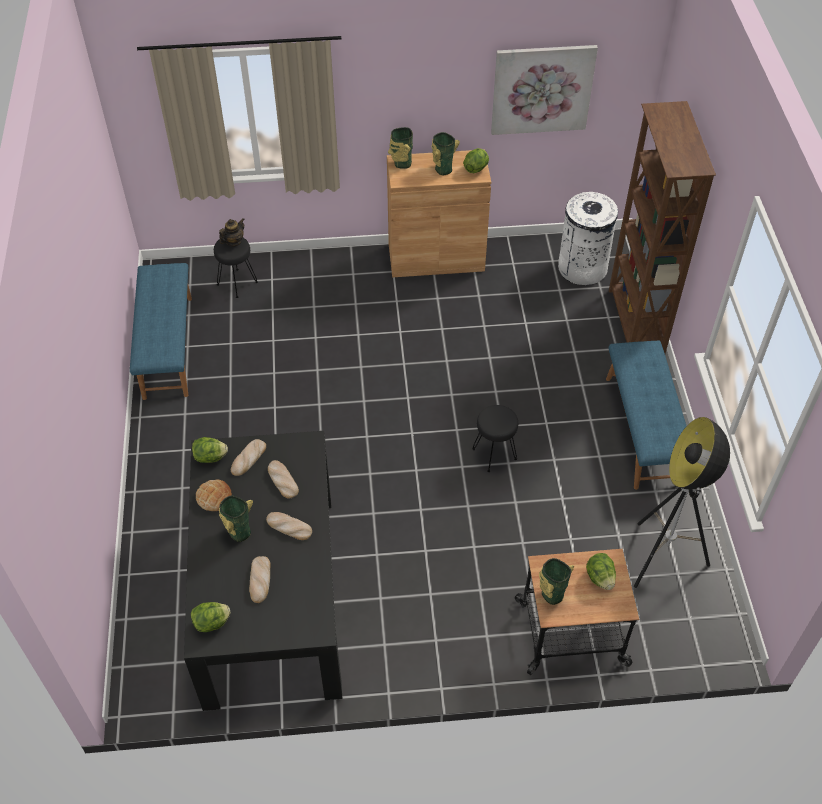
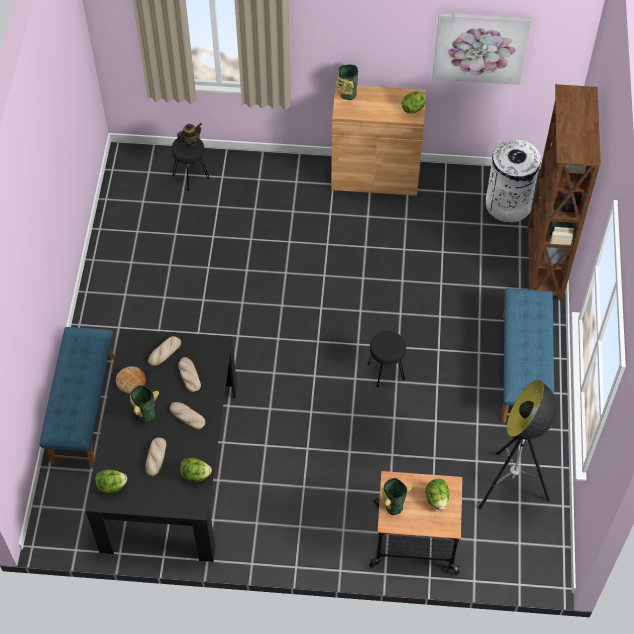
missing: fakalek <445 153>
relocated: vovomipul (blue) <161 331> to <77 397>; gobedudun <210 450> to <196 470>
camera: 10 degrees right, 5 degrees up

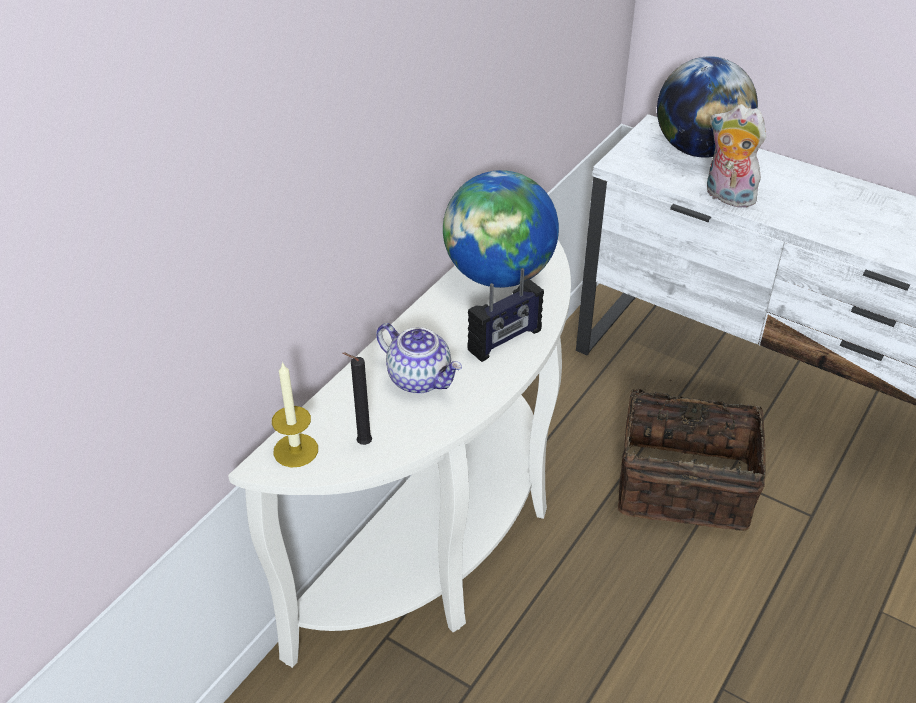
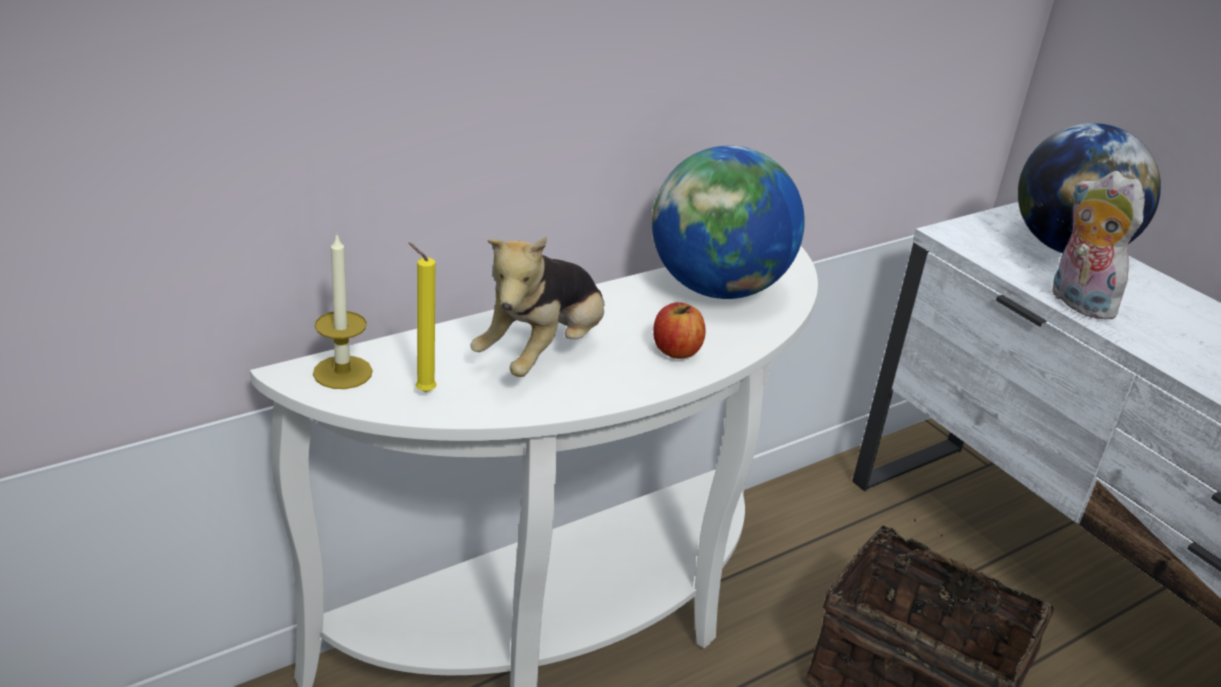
exchanged: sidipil <419 358> to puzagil <537 306>; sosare <506 315> to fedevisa <679 330>
colour: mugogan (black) <357 399> to mugogan (yellow) <422 317>
camera: 20 degrees right, 10 degrees down

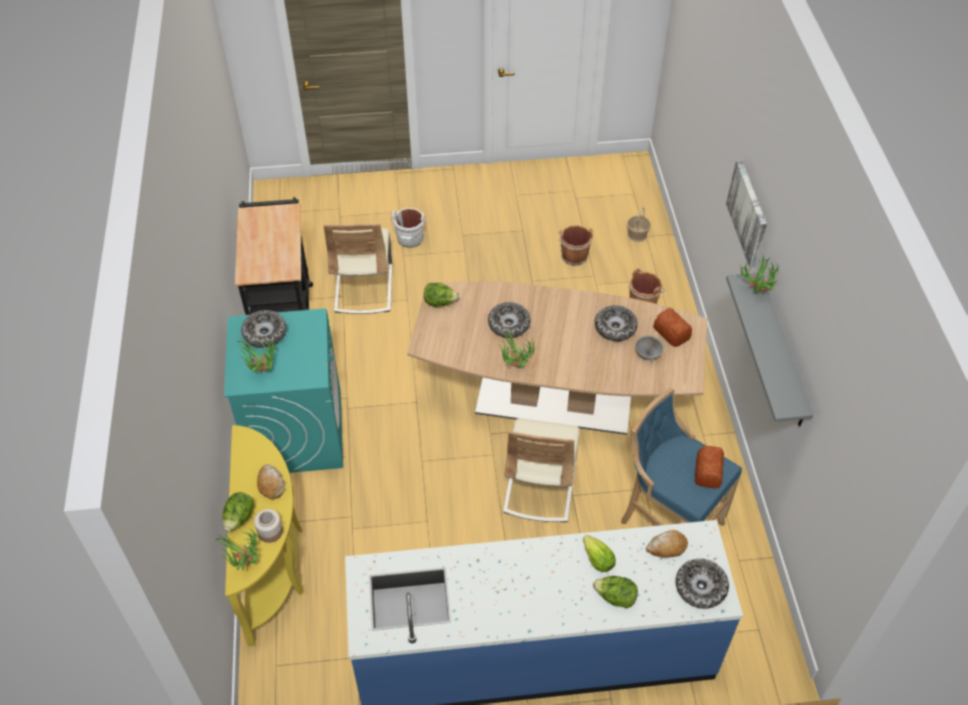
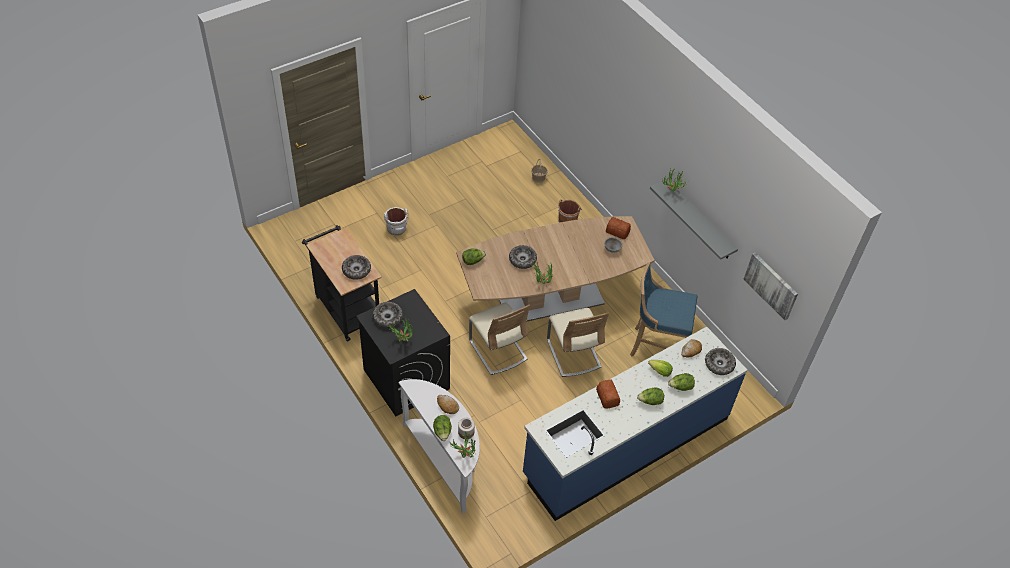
missing: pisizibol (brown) <576 245>
appeared: gobedudun <650 396>
relocated: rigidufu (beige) <358 269> to <499 339>; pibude <616 323> to <356 267>; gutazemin <709 467> to <608 394>; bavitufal <746 214> to <771 286>
colour: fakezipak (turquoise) <283 390> to fakezipak (black) <403 353>; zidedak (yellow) <264 536> to zidedak (white) <439 446>
camera: 30 degrees left, 0 degrees up

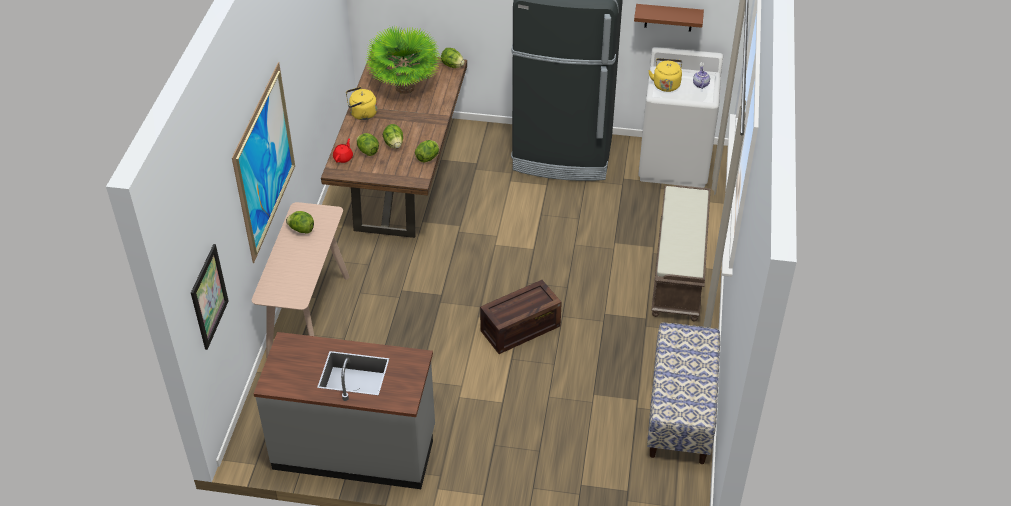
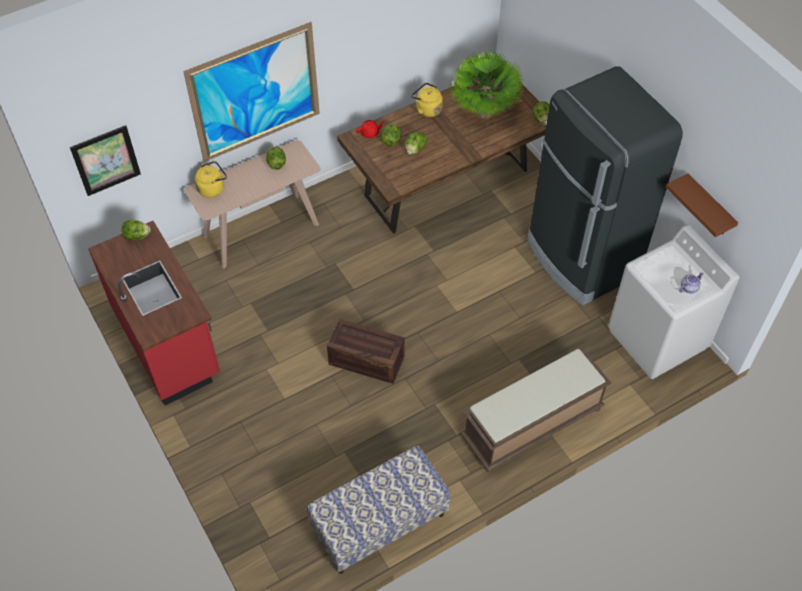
relocated: gobedudun <427 151> to <136 230>; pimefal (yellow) <665 75> to <211 179>
colour: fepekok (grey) <344 410> to fepekok (red) <154 313>
camera: 50 degrees right, 10 degrees up

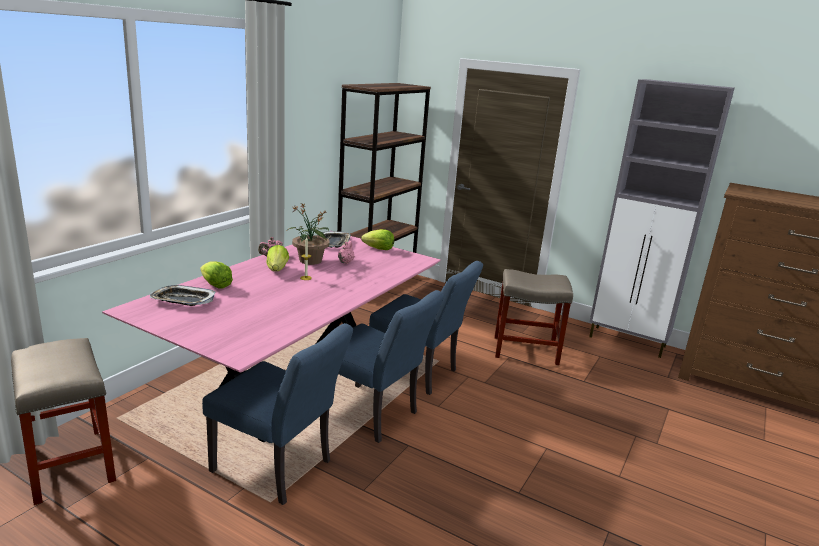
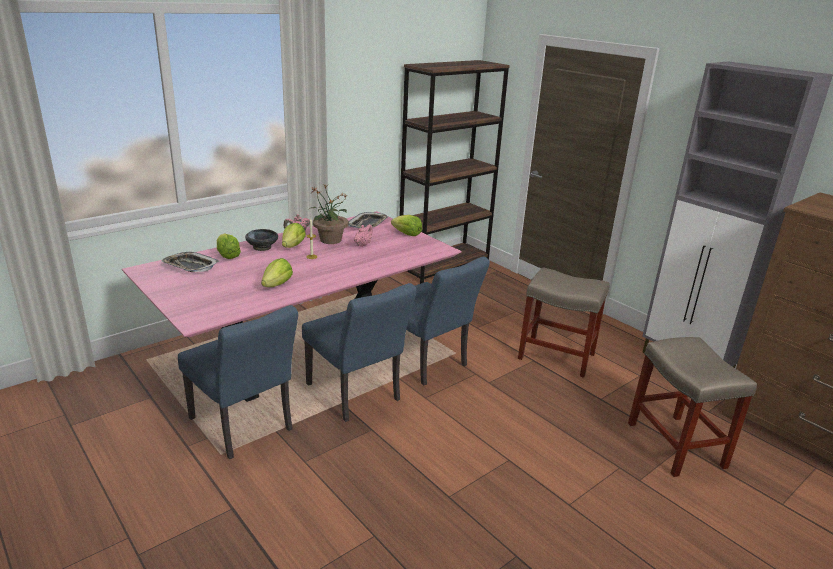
appeared: pibude (black) <261 240>; gobedudun <277 272>
relocated: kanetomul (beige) <63 421> to <692 407>
camera: 20 degrees right, 5 degrees up

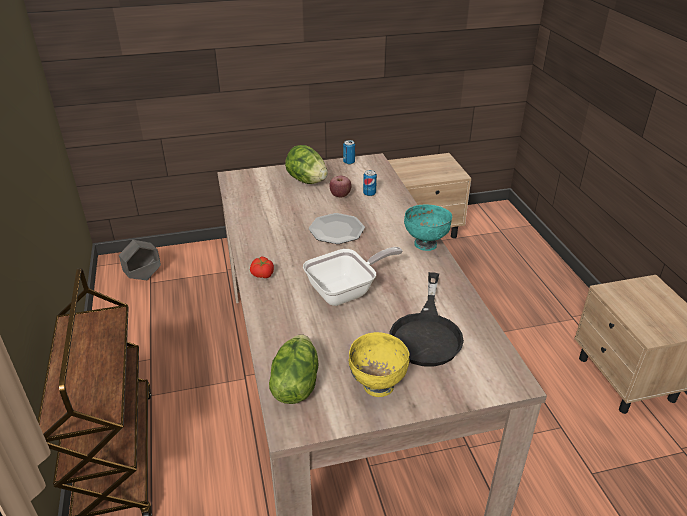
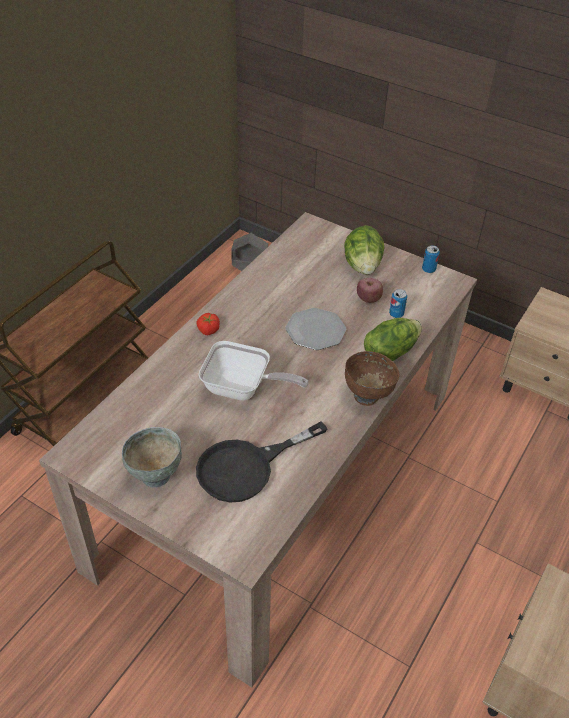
relocated: gobedudun <293 369> to <393 339>
colour: pibude (yellow) <378 364> to pibude (grey) <152 457>; pibude (turquoise) <428 228> to pibude (brown) <372 378>
camera: 45 degrees right, 10 degrees up

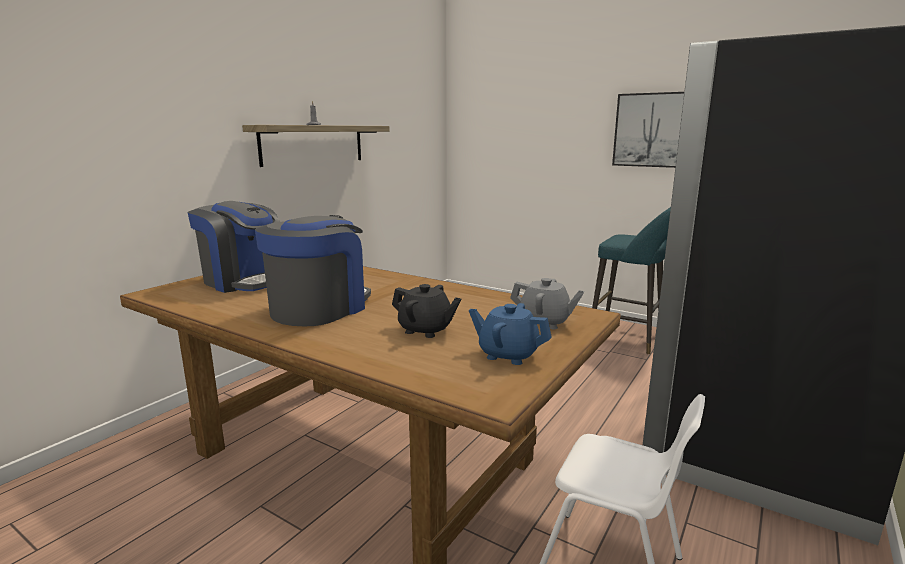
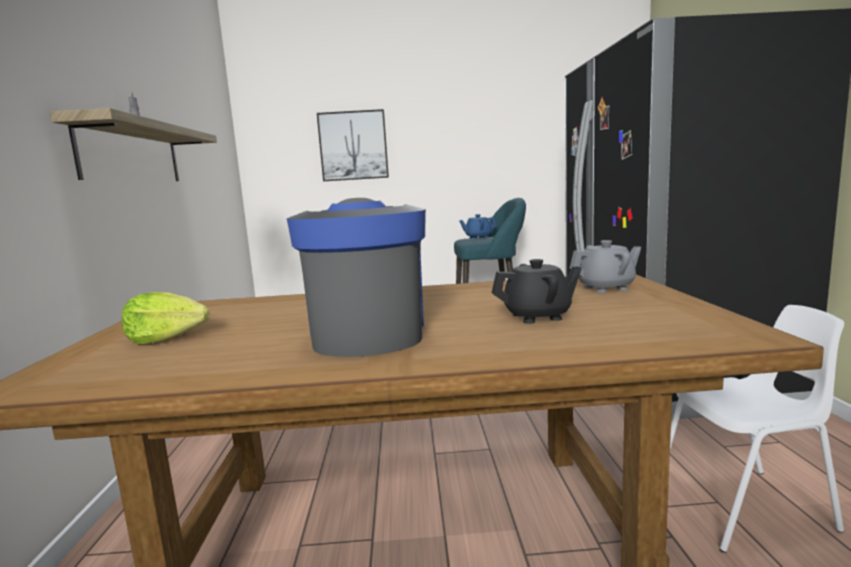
relocated: sidipil (blue) <510 334> to <478 226>; bavitufal <648 130> to <353 145>
exchanged: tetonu <233 247> to gobedudun <166 318>
camera: 35 degrees left, 5 degrees down

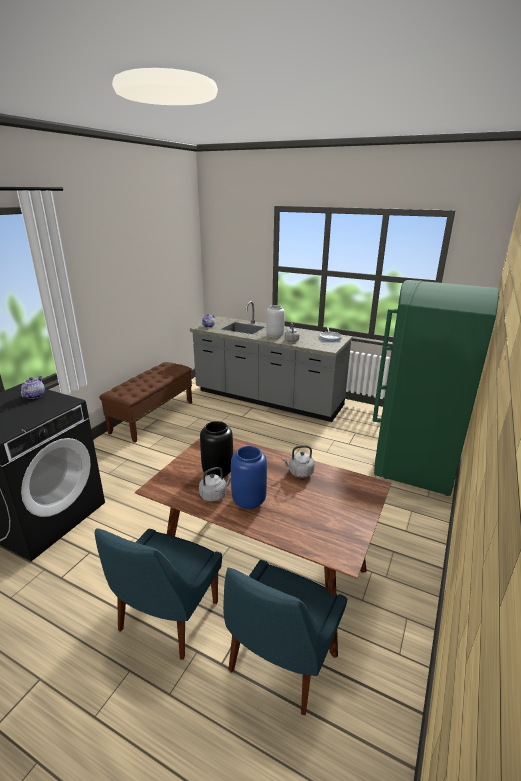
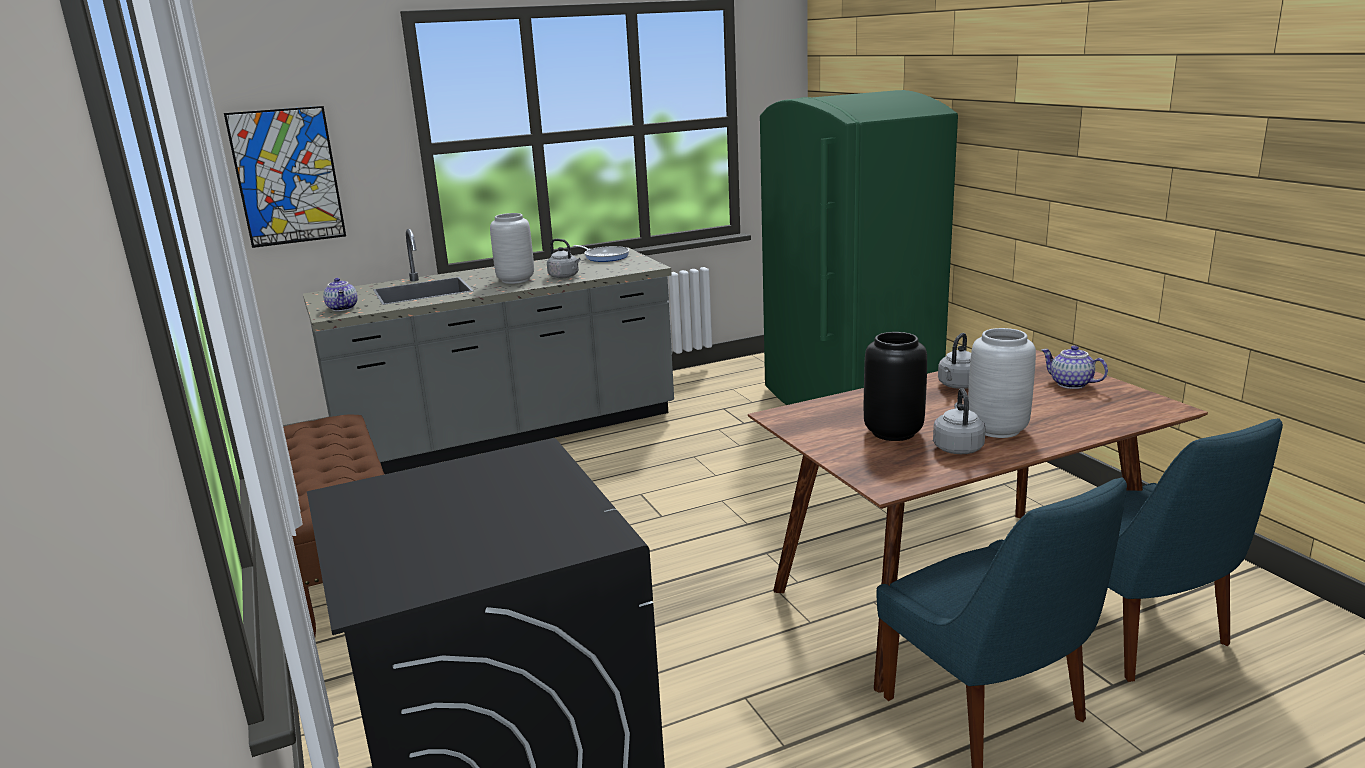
appeared: bavitufal <285 177>
relocated: sidipil <33 387> to <1075 367>
colour: fakalek (blue) <249 477> to fakalek (grey) <1002 383>
camera: 50 degrees left, 5 degrees down

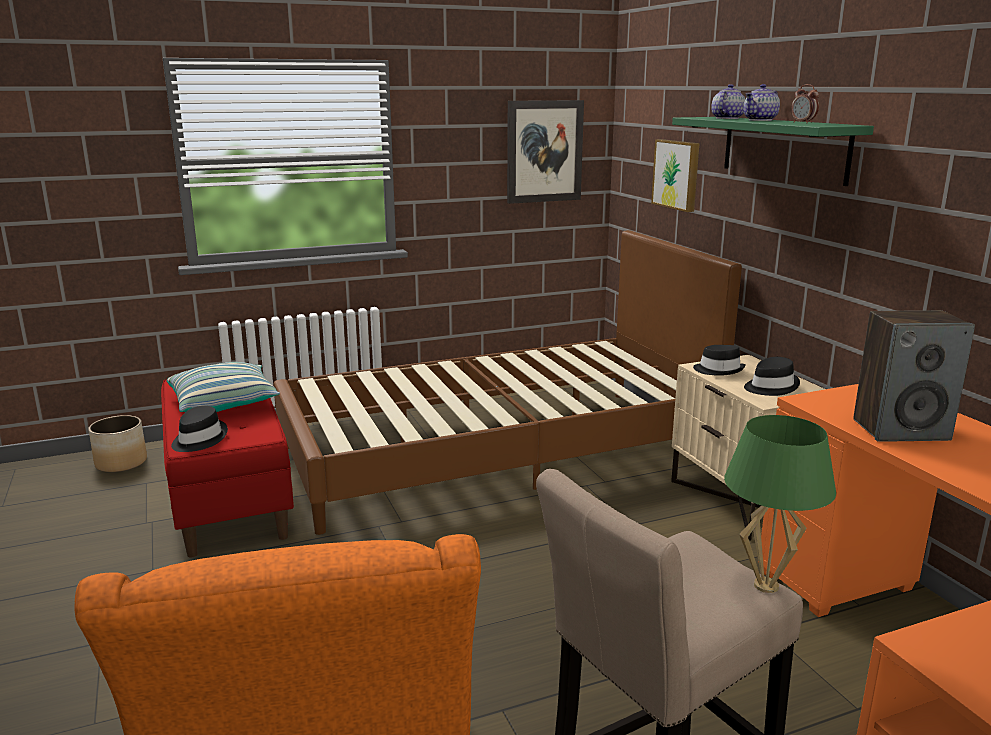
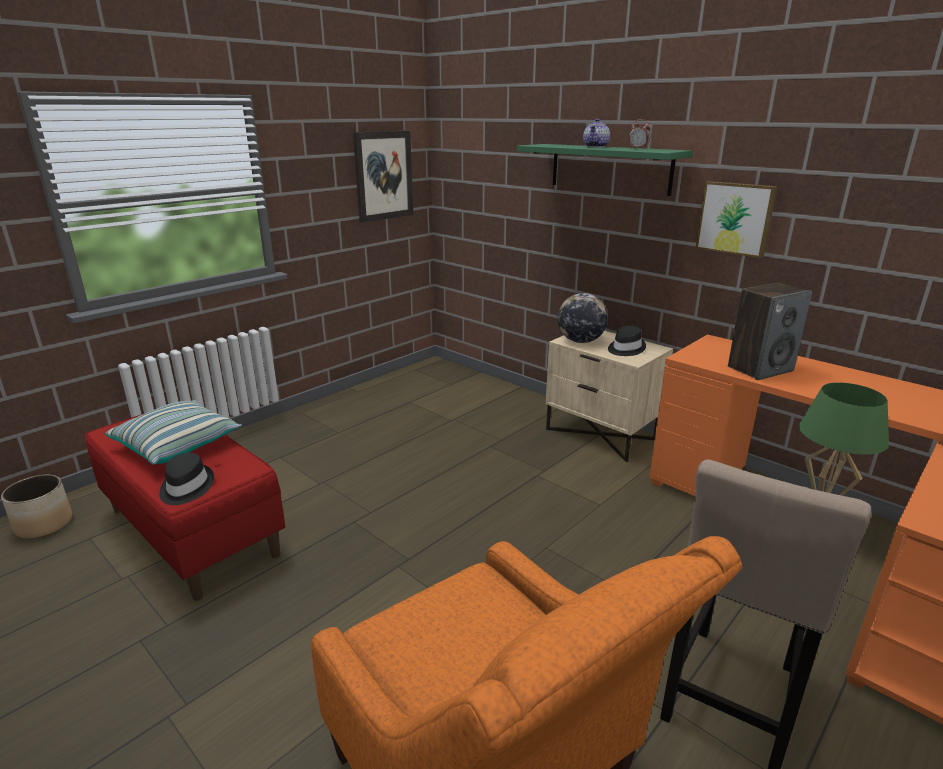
missing: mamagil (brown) <508 382>; sidipil <728 101>
relocated: bavitufal <675 175> to <737 219>
exchanged: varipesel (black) <719 360> to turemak <583 318>
camera: 25 degrees left, 5 degrees up

